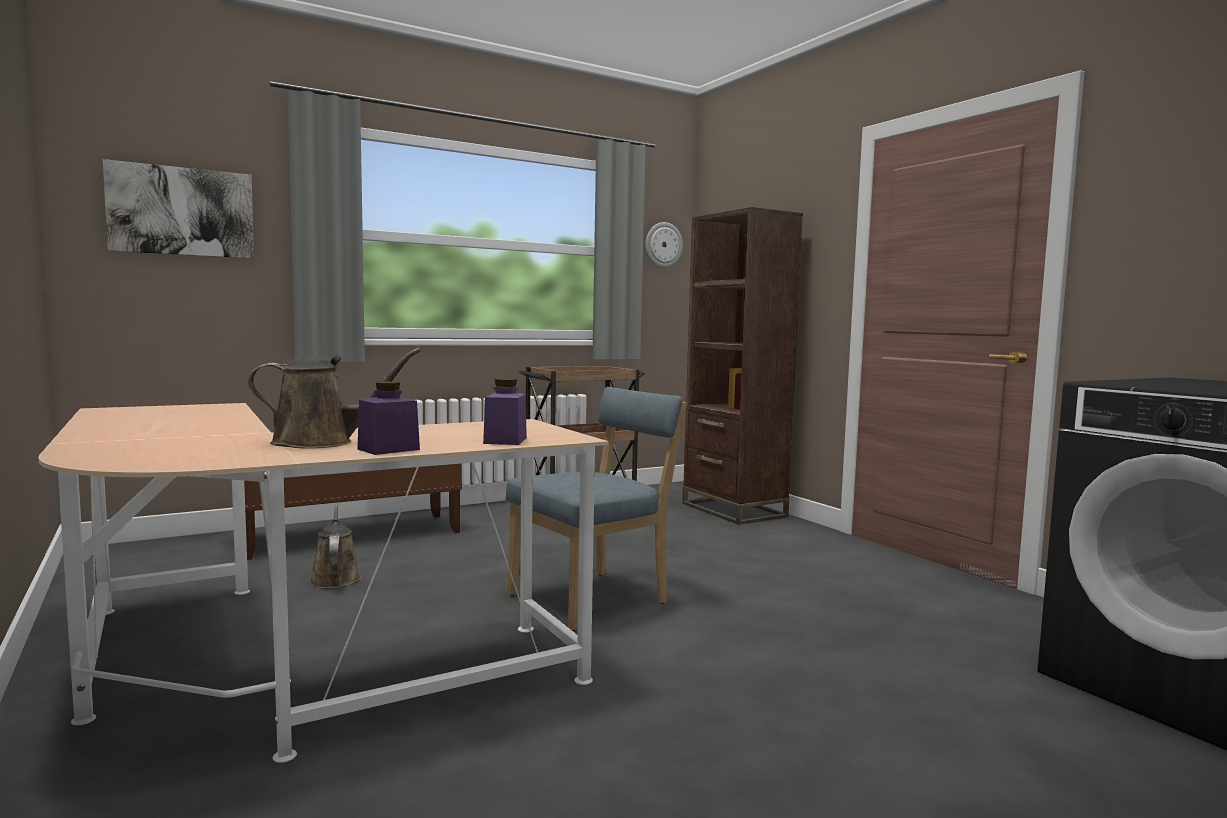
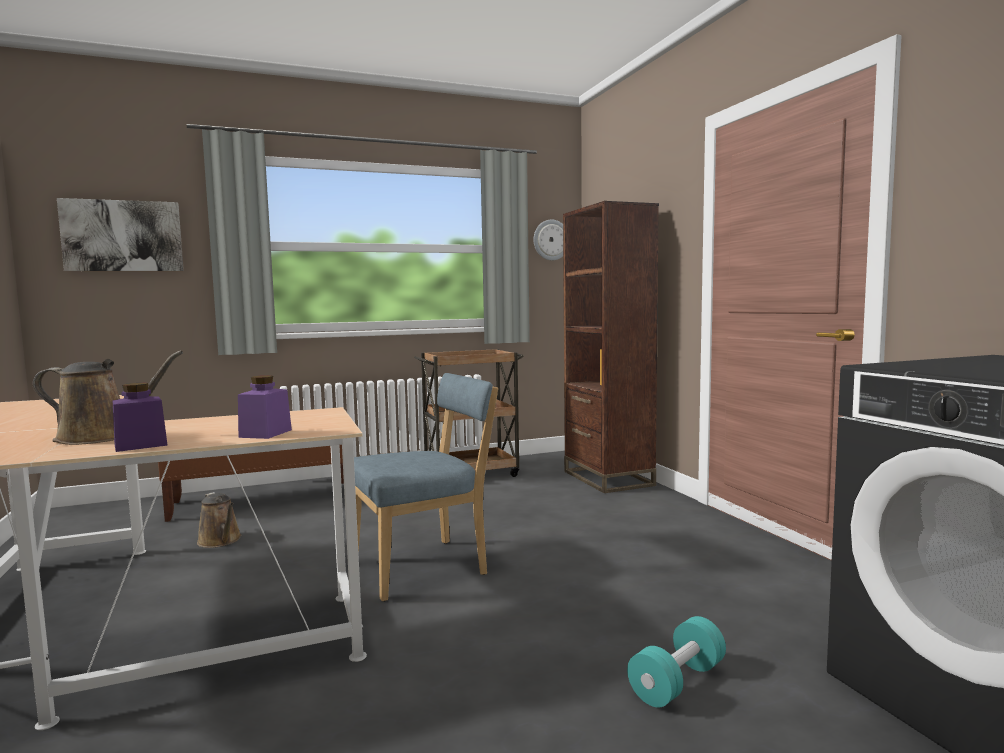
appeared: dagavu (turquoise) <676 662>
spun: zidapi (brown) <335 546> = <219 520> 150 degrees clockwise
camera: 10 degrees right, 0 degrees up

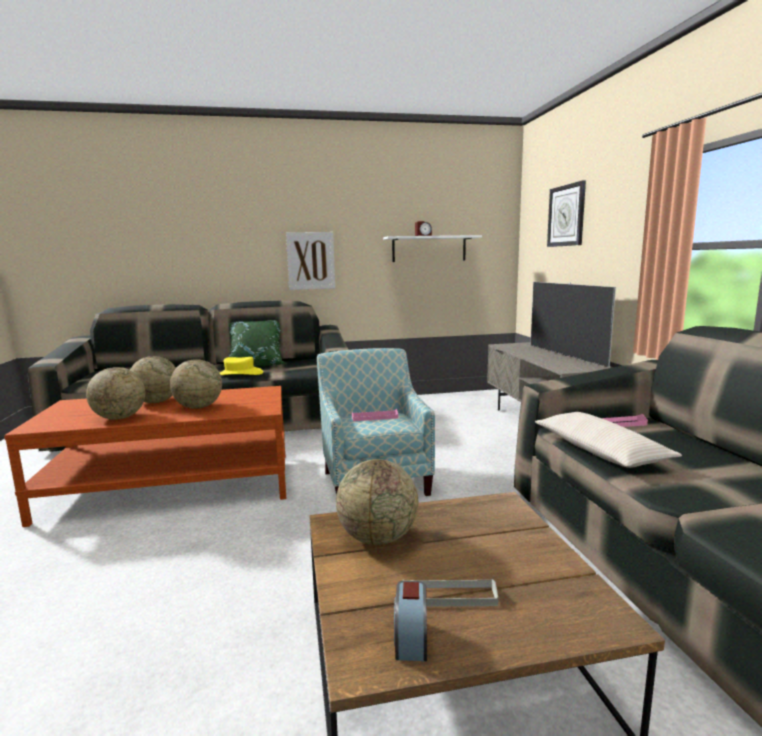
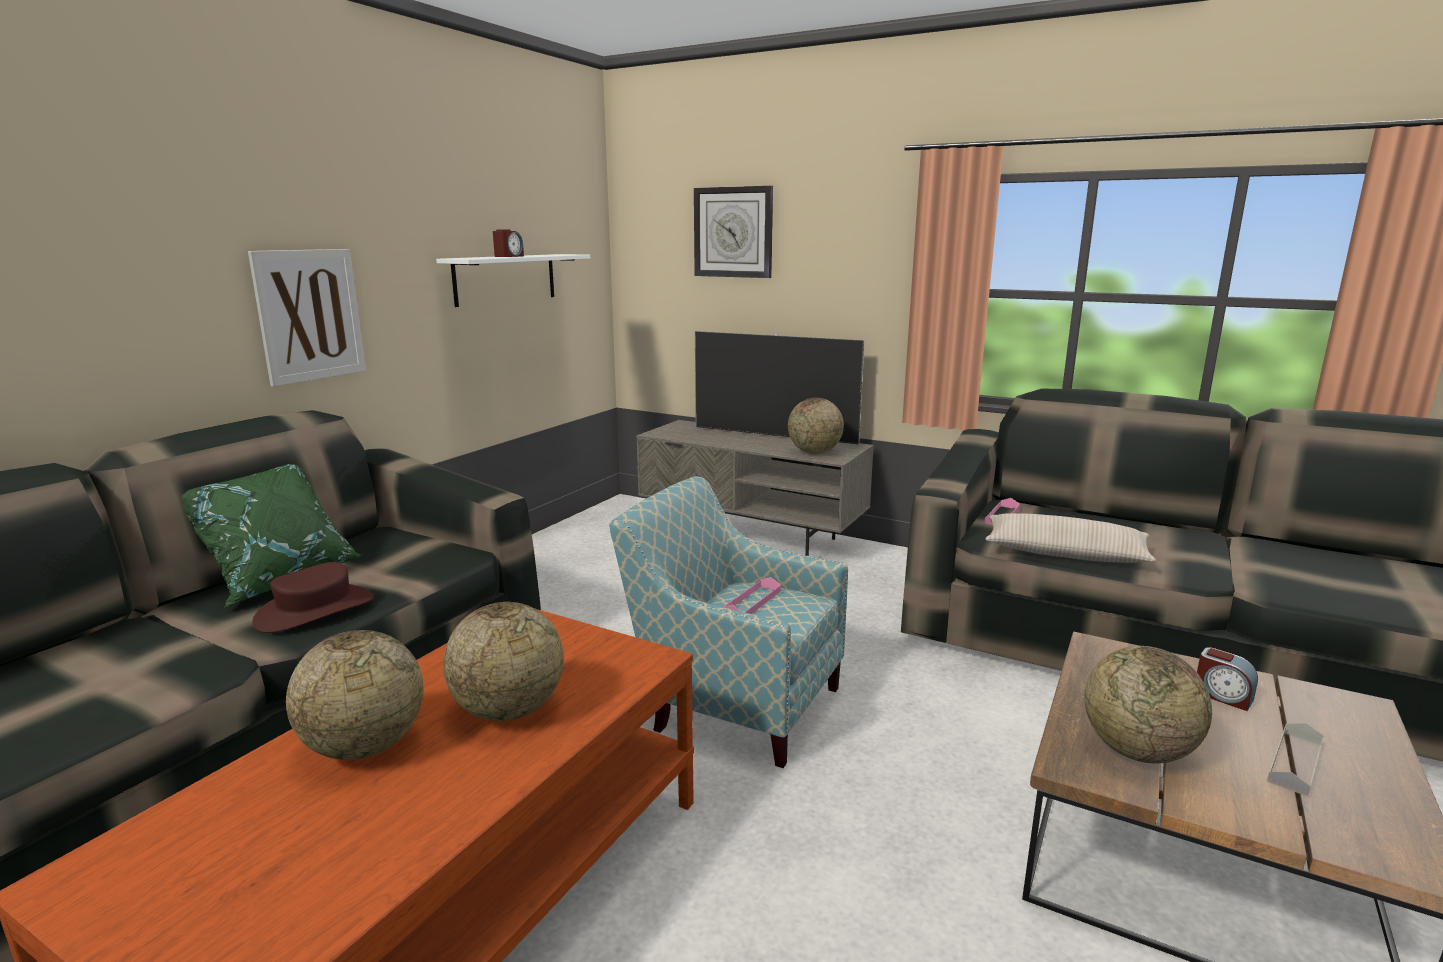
relocated: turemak <115 393> to <816 426>; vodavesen <410 621> to <1227 679>
colour: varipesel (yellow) <241 366> to varipesel (brown) <313 597>
camera: 50 degrees left, 5 degrees up

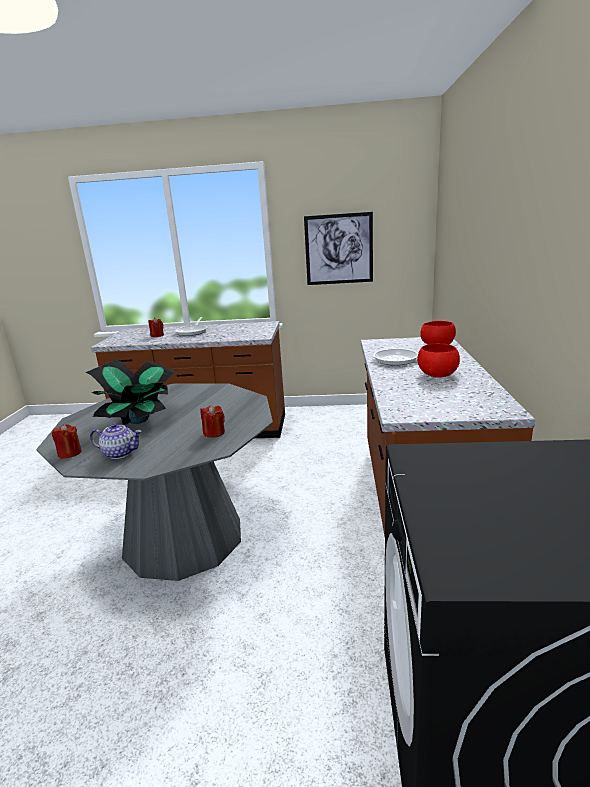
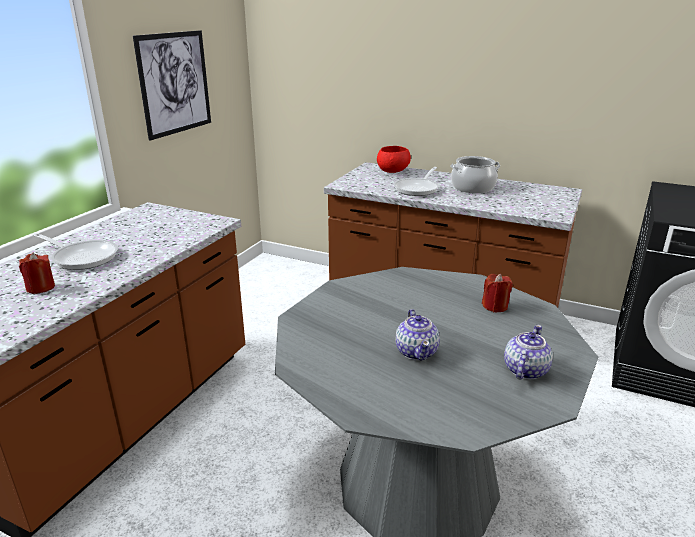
missing: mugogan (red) <67 441>
exchanged: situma <131 392> to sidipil <418 335>; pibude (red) <438 360> to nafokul <475 174>
camera: 70 degrees left, 5 degrees up

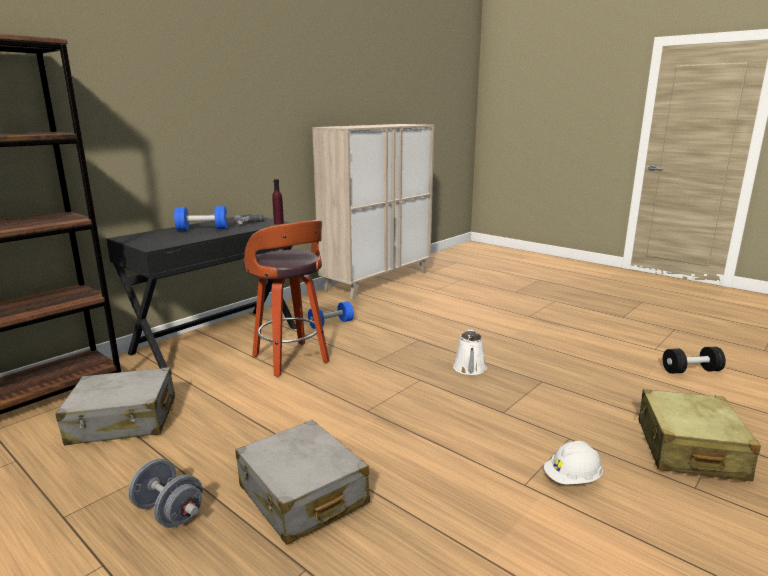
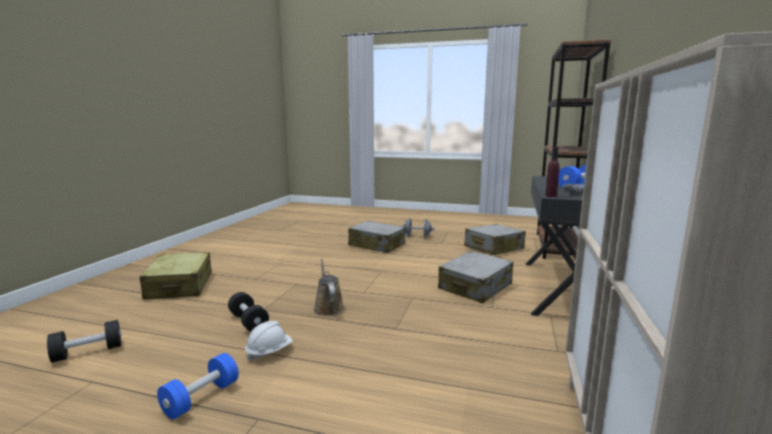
appeared: dagavu (black) <248 312>
relocated: dagavu (blue) <331 315> to <198 386>; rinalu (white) <573 463> to <269 341>
exchanged: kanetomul <285 298> to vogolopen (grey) <475 277>
colour: zidapi (white) <470 351> to zidapi (brown) <329 287>
camera: 155 degrees right, 5 degrees down

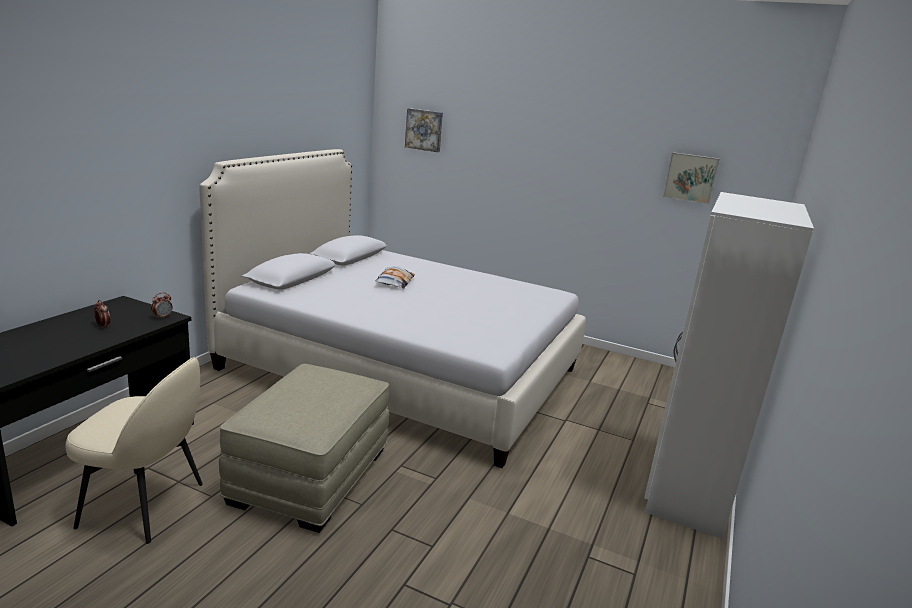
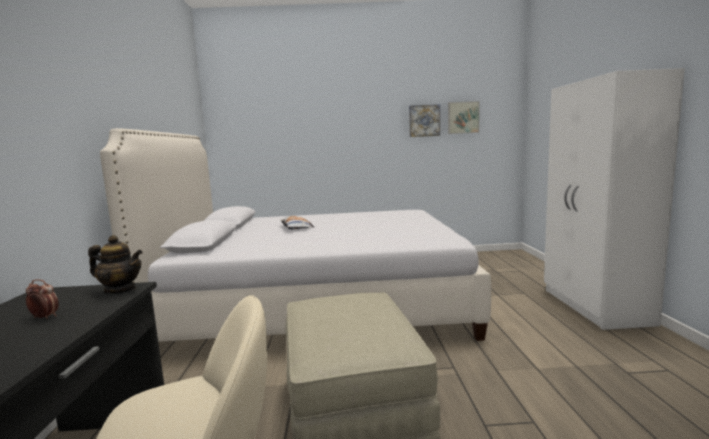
relocated: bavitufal <424 130> to <424 120>
exchanged: vodavesen <162 305> to sidipil <115 264>
camera: 25 degrees left, 10 degrees down

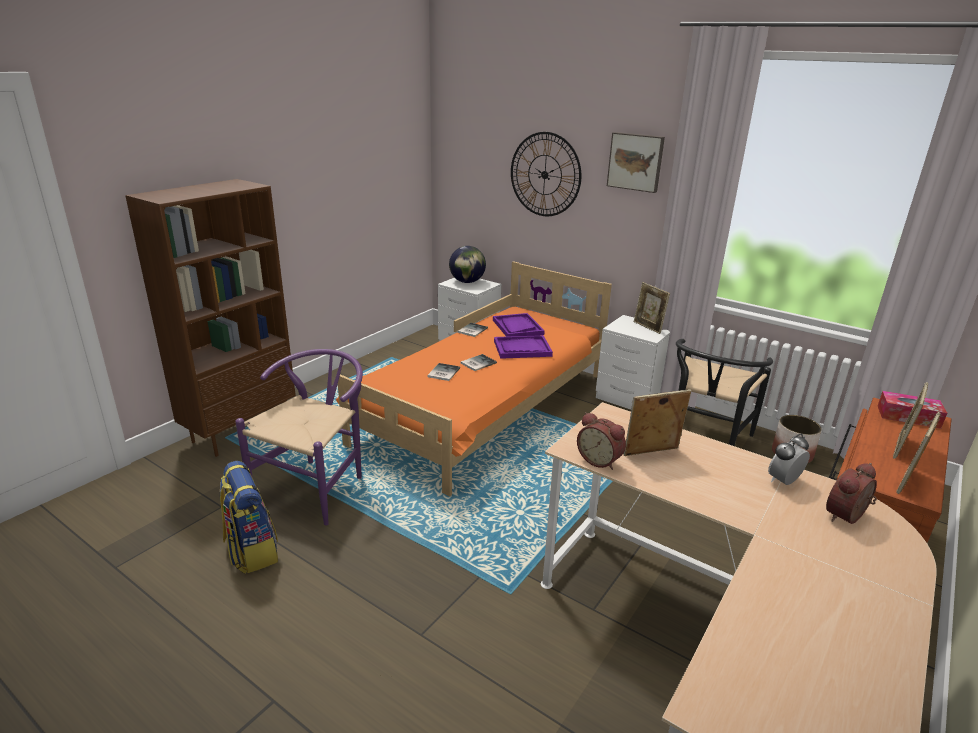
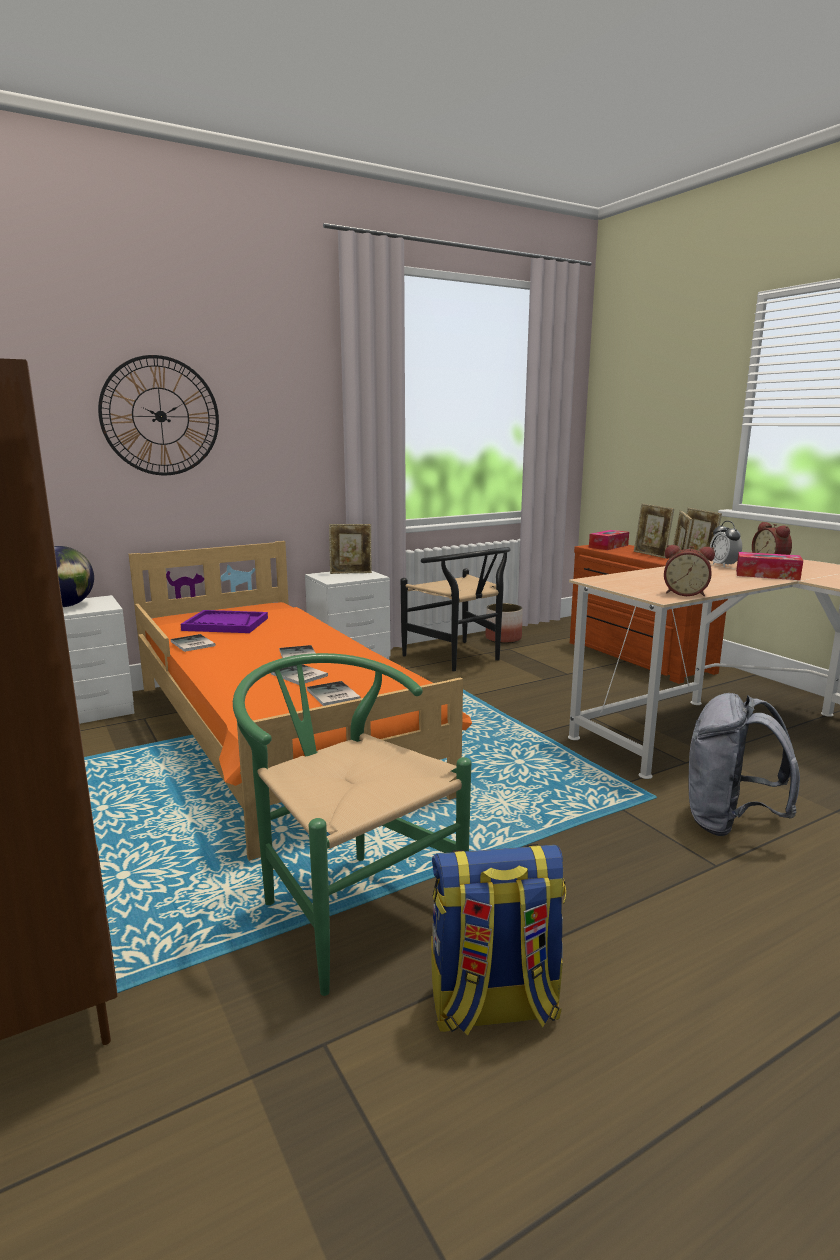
missing: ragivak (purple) <523 347>; bavitufal <636 162>
appeared: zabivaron <334 693>; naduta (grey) <744 764>; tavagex <769 566>
colour: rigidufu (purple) <299 437> to rigidufu (green) <352 824>
spun: vodavesen <601 441> = <689 570> 45 degrees clockwise
camera: 65 degrees left, 10 degrees down

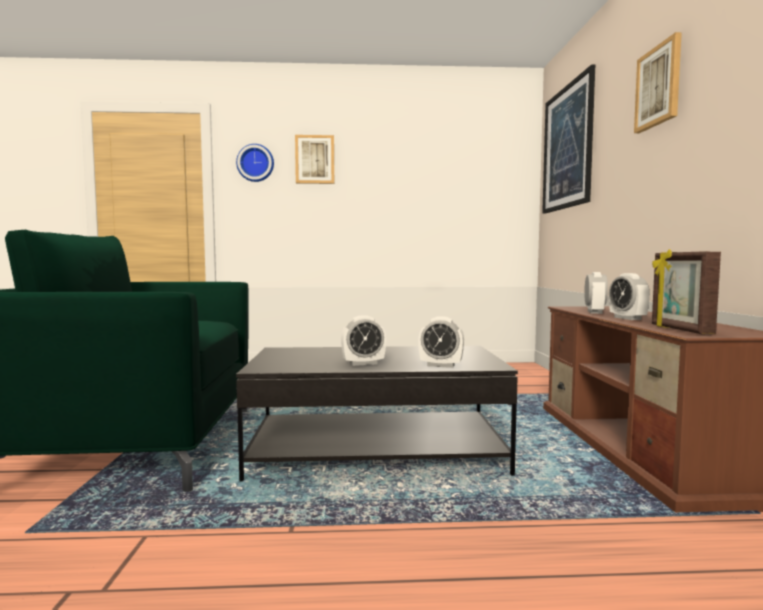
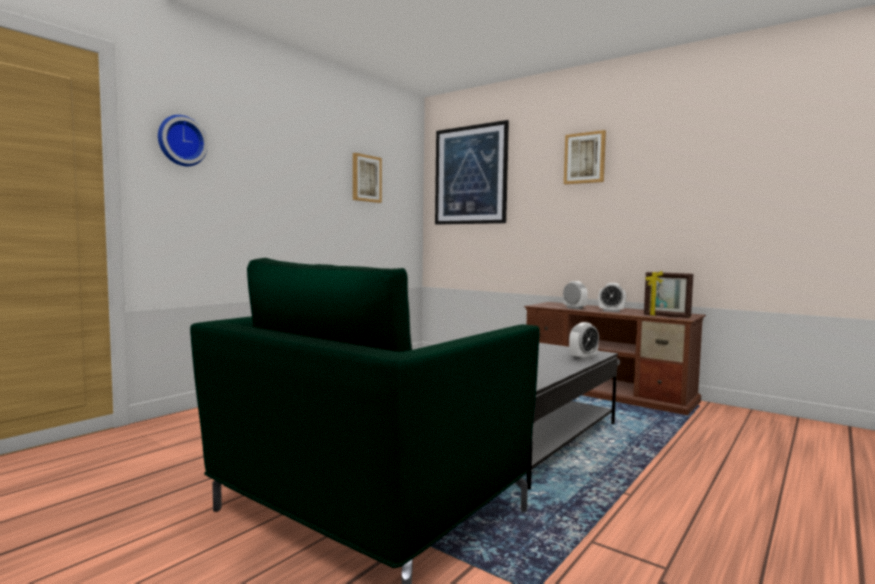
missing: vodavesen <363 340>
relocated: bavitufal <314 159> to <367 178>
camera: 50 degrees left, 0 degrees up

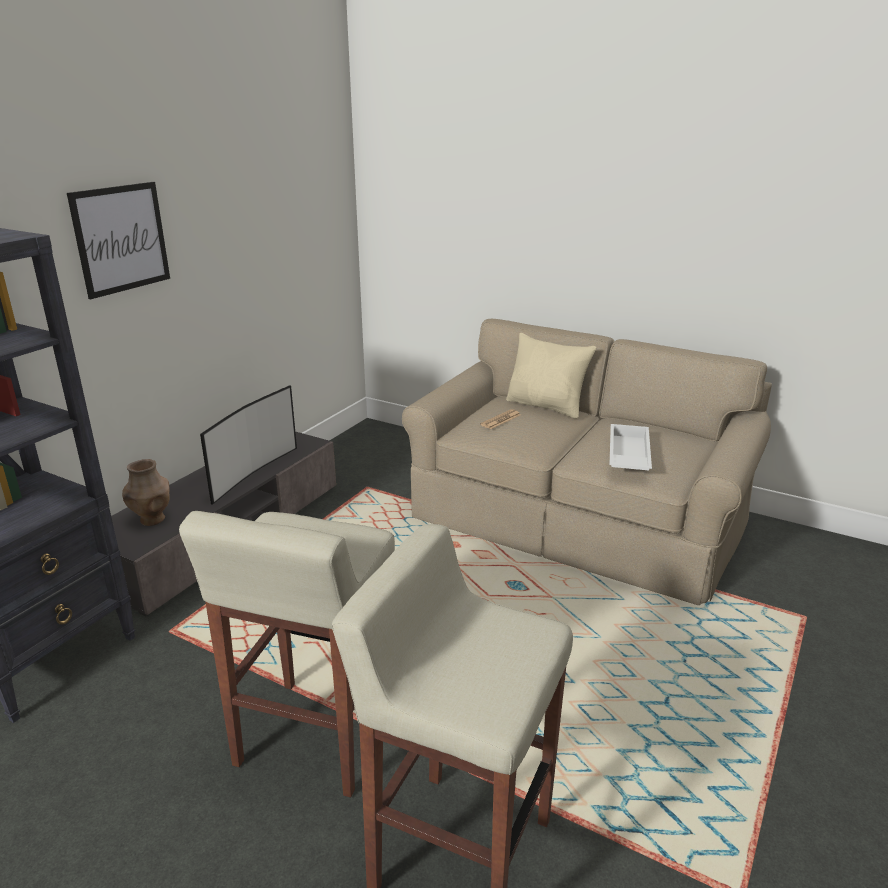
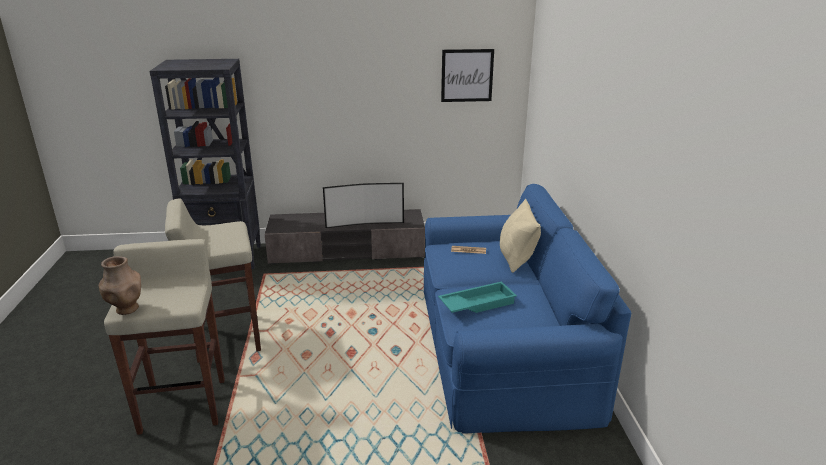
relocated: bavitufal <118 240> to <467 75>; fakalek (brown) <145 492> to <120 285>
colour: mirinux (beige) <587 462> to mirinux (blue) <527 309>; ragivak (white) <631 447> to ragivak (turquoise) <477 297>
camera: 55 degrees right, 0 degrees up

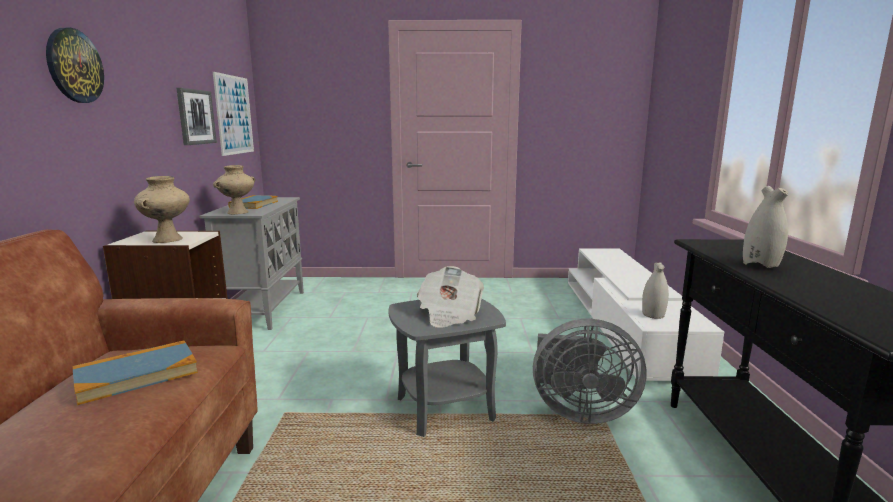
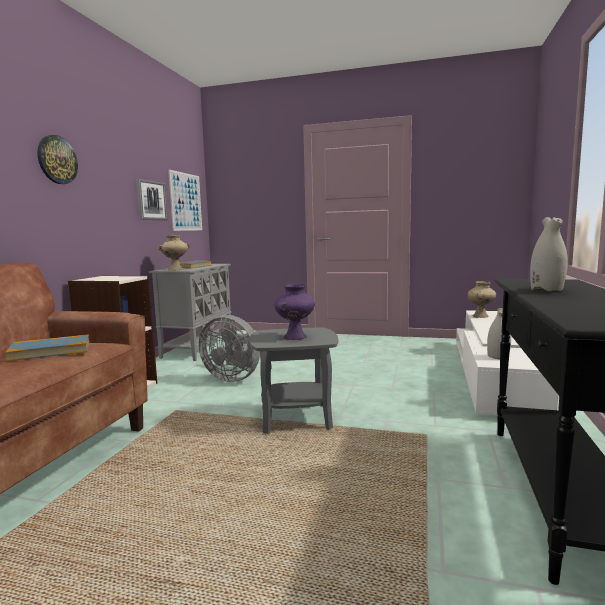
relocated: fakalek (beige) <162 209> to <482 299>; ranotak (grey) <589 371> to <229 348>
exchanged: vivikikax <450 297> to fakalek (purple) <294 311>
camera: 15 degrees right, 5 degrees down

